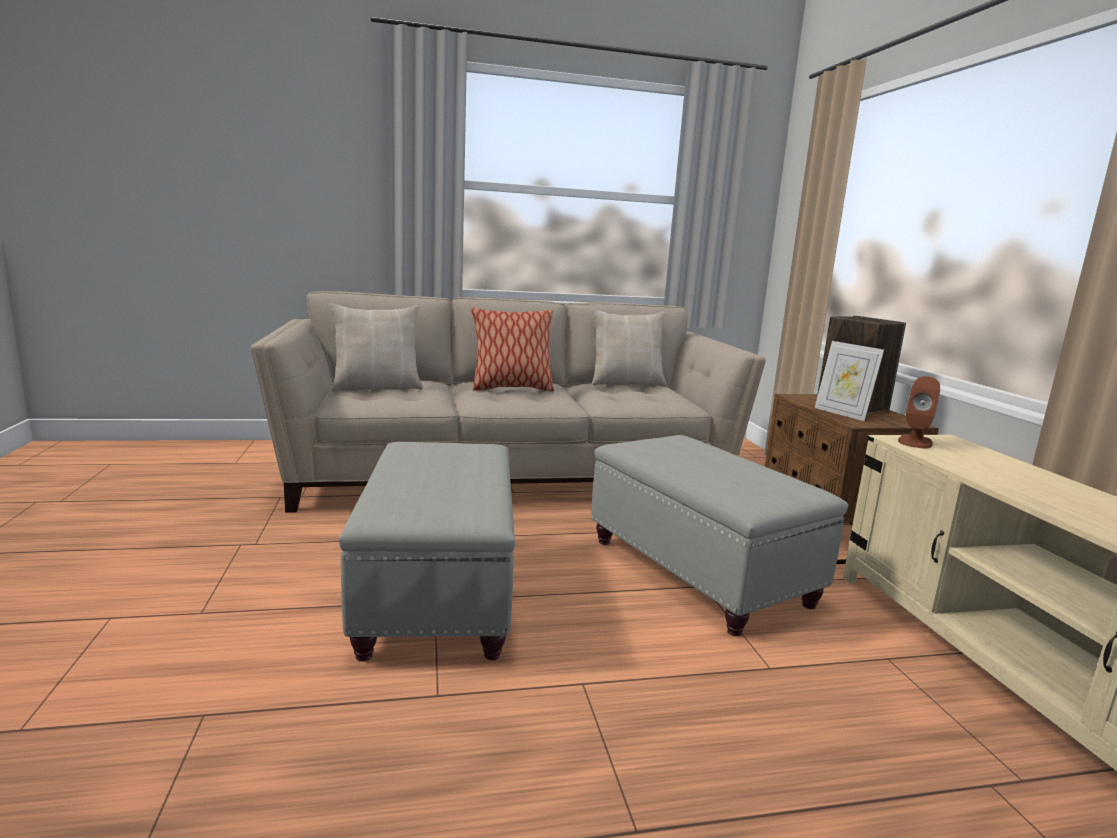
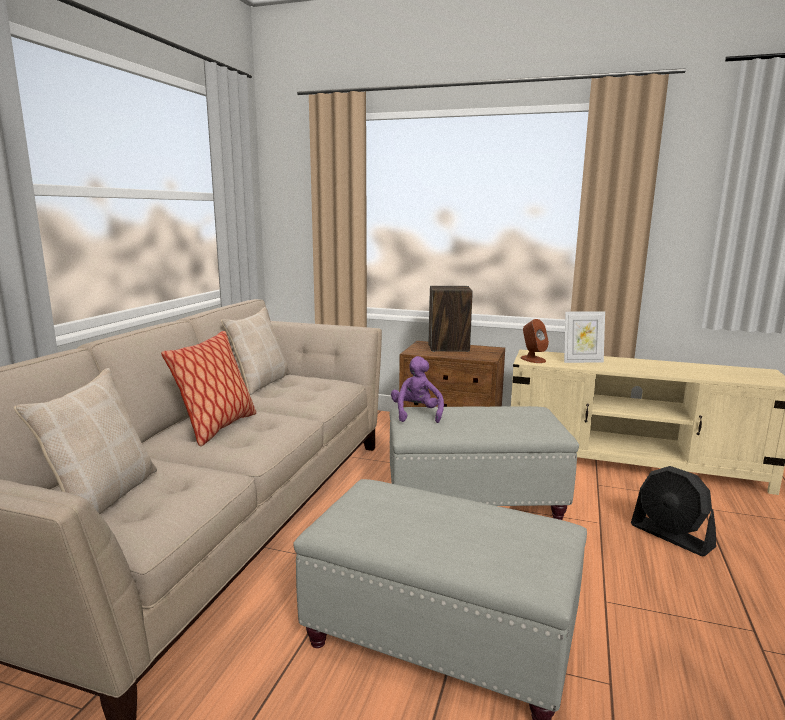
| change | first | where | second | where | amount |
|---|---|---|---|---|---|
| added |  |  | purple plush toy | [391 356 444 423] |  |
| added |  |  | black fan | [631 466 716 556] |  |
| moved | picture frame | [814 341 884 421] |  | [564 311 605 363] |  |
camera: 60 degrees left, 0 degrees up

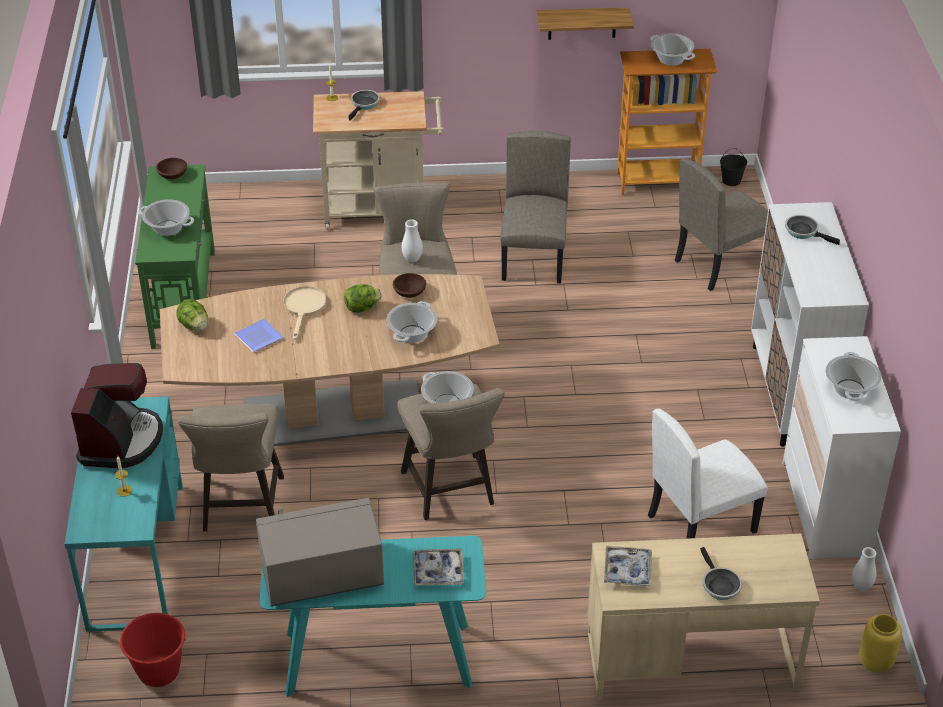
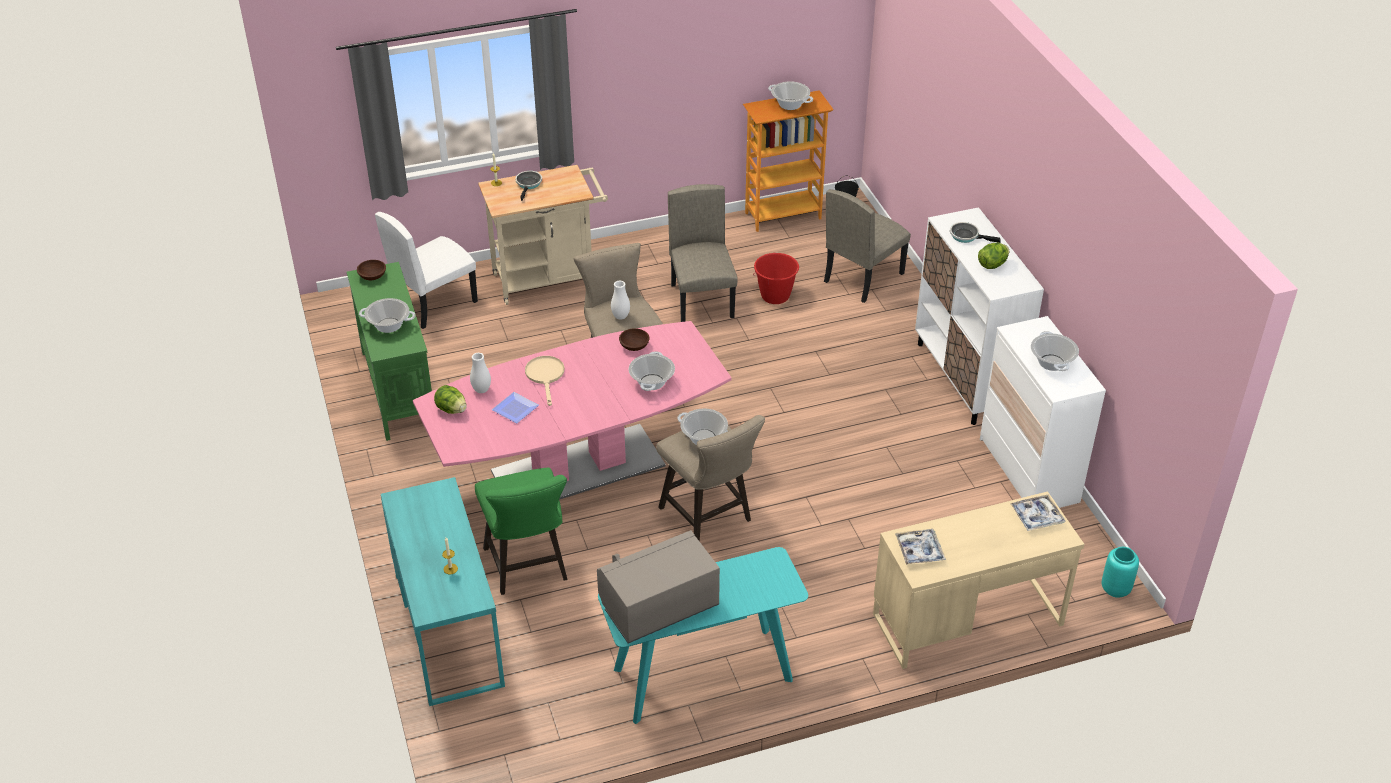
| change | first | where | second | where | amount |
|---|---|---|---|---|---|
| removed | coffee machine | [71 363 163 468] |  |  |  |
| removed | shelf | [537 7 634 40] |  |  |  |
| removed | frying pan | [700 547 742 600] |  |  |  |
| moved | red bucket | [119 613 188 687] |  | [753 253 799 304] |  |
| moved | lettuce | [344 284 382 313] |  | [978 243 1009 269] |  |
| moved | tray | [413 549 464 586] |  | [1010 495 1066 531] |  |
| moved | white chair | [648 409 768 539] |  | [375 212 478 329] |  |
| moved | white vase | [852 547 877 591] |  | [470 353 491 393] |  |
| recoloured | brown dining table | [160 274 499 446] | pink dining table | [413 321 732 500] |  |
| recoloured | beige stool | [178 404 284 531] | green stool | [475 468 567 595] |  |
| recoloured | yellow vase | [859 614 902 672] | turquoise vase | [1102 547 1139 598] |  |
camera: 15 degrees left, 0 degrees up

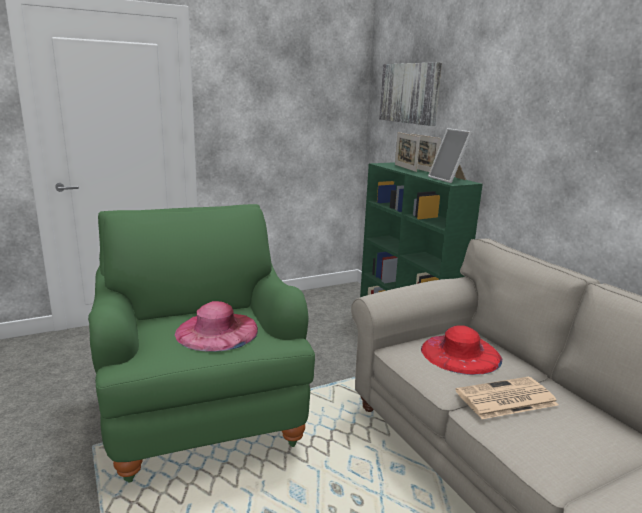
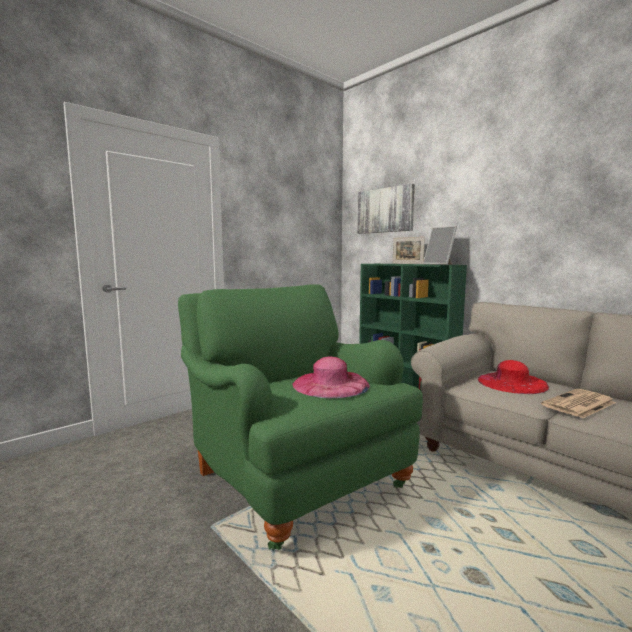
| change | first | where | second | where | amount |
|---|---|---|---|---|---|
| removed | picture frame | [395 132 420 172] |  |  |  |
camera: 15 degrees left, 10 degrees down

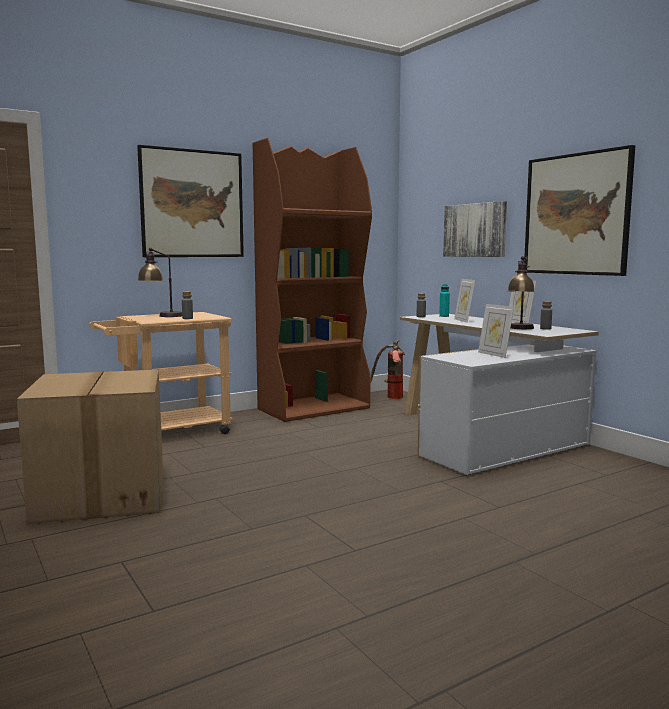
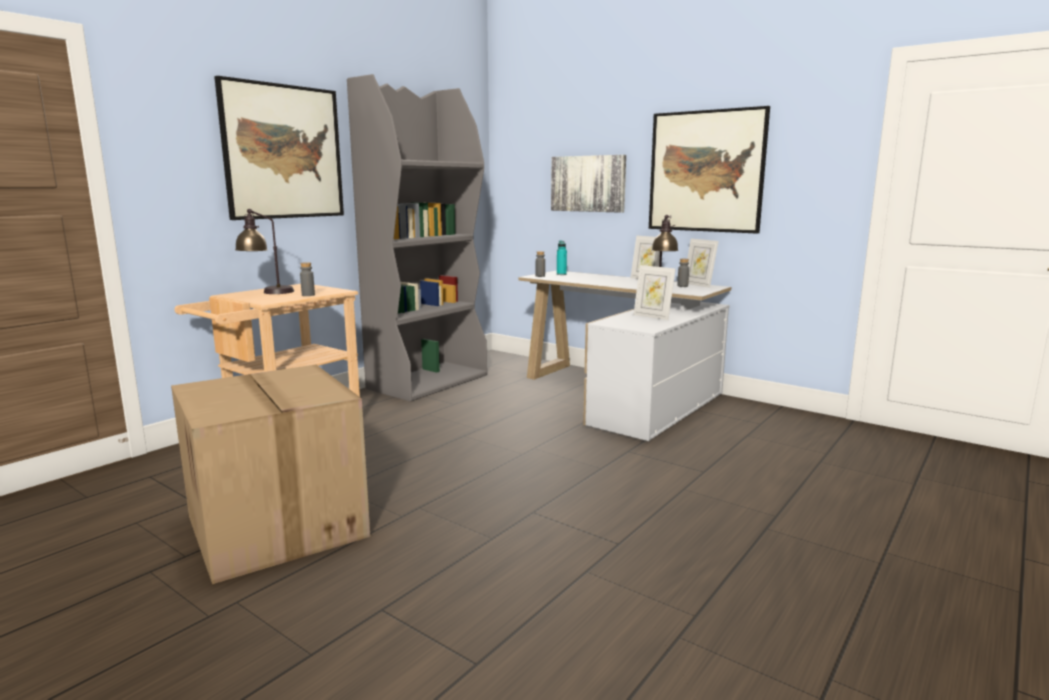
| change | first | where | second | where | amount |
|---|---|---|---|---|---|
| removed | fire extinguisher | [370 340 405 399] |  |  |  |
| moved | picture frame | [454 279 476 323] |  | [687 238 719 288] |  |
| recoloured | brown bookcase | [253 138 372 422] | grey bookcase | [347 74 487 402] |  |
camera: 20 degrees left, 5 degrees up

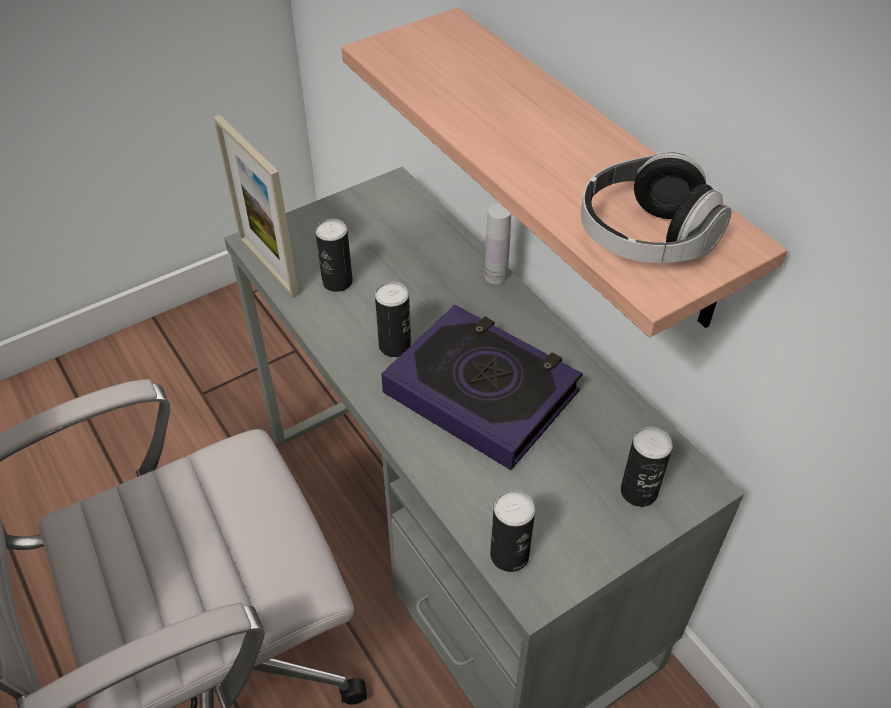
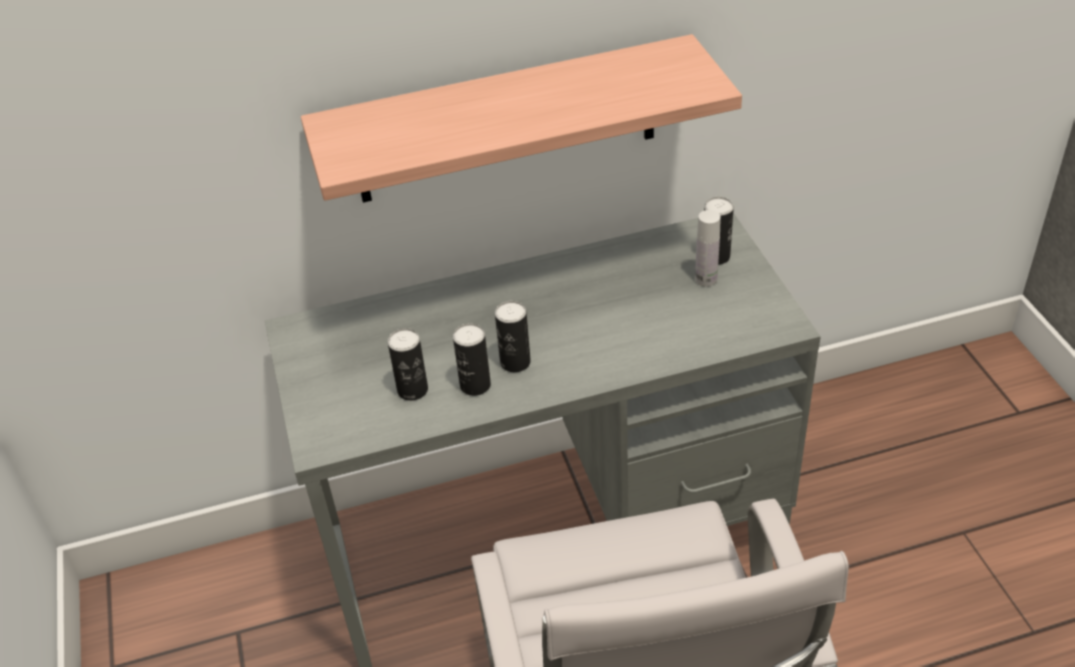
| change | first | where | second | where | amount |
|---|---|---|---|---|---|
| removed | picture frame | [213 115 299 297] |  |  |  |
| removed | book | [381 305 583 470] |  |  |  |
| removed | headphones | [581 151 731 263] |  |  |  |
| moved | white bottle | [485 204 511 284] |  | [695 210 721 287] |  |
| moved | can | [490 490 536 572] |  | [453 323 491 396] |  |
camera: 70 degrees left, 5 degrees down

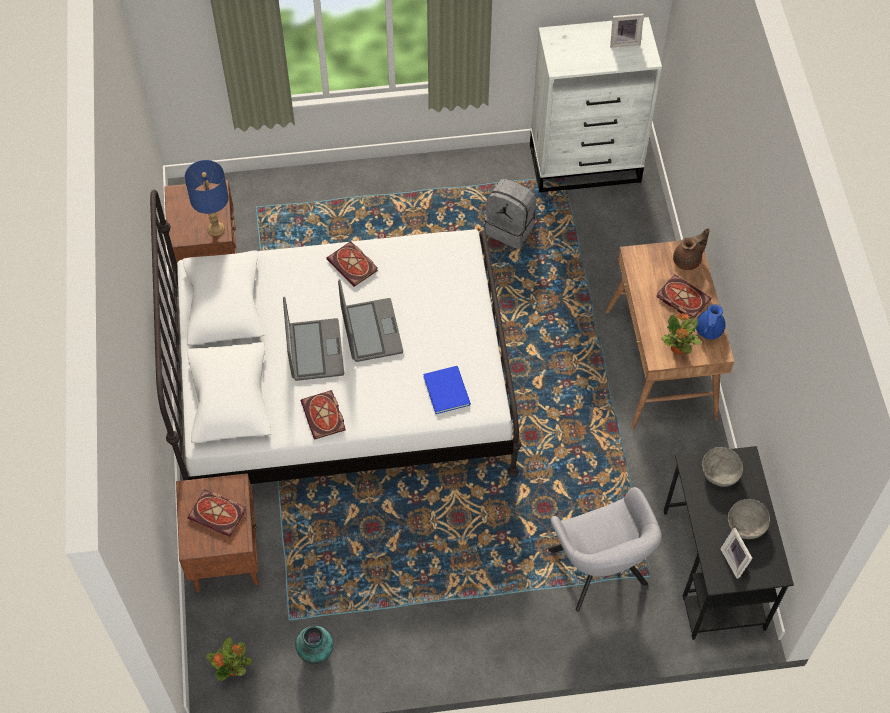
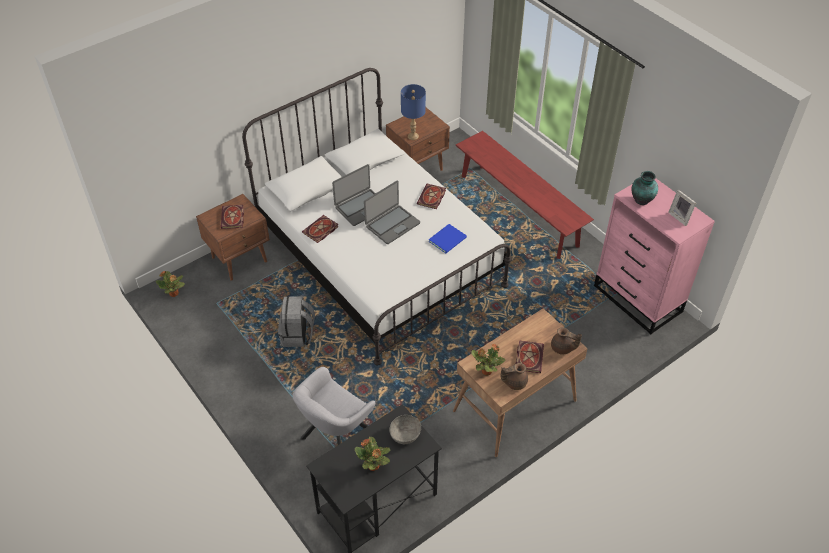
| change | first | where | second | where | amount |
|---|---|---|---|---|---|
| removed | picture frame | [720 528 753 579] |  |  |  |
| added |  |  | red bench | [456 131 594 259] |  |
| moved | vase | [295 626 333 664] |  | [632 171 658 205] |  |
| moved | blue book | [423 366 471 414] |  | [429 224 467 253] |  |
| moved | grey backpack | [485 179 536 249] |  | [278 296 315 347] |  |
| replaced | grey bowl | [728 499 770 539] | potted plant | [355 437 390 471] |  |
| recoloured | white dresser | [530 17 662 192] | pink dresser | [594 178 715 334] |  |
| recoloured | blue teapot | [696 304 725 339] | brown teapot | [500 363 528 390] |  |
camera: 60 degrees right, 10 degrees down

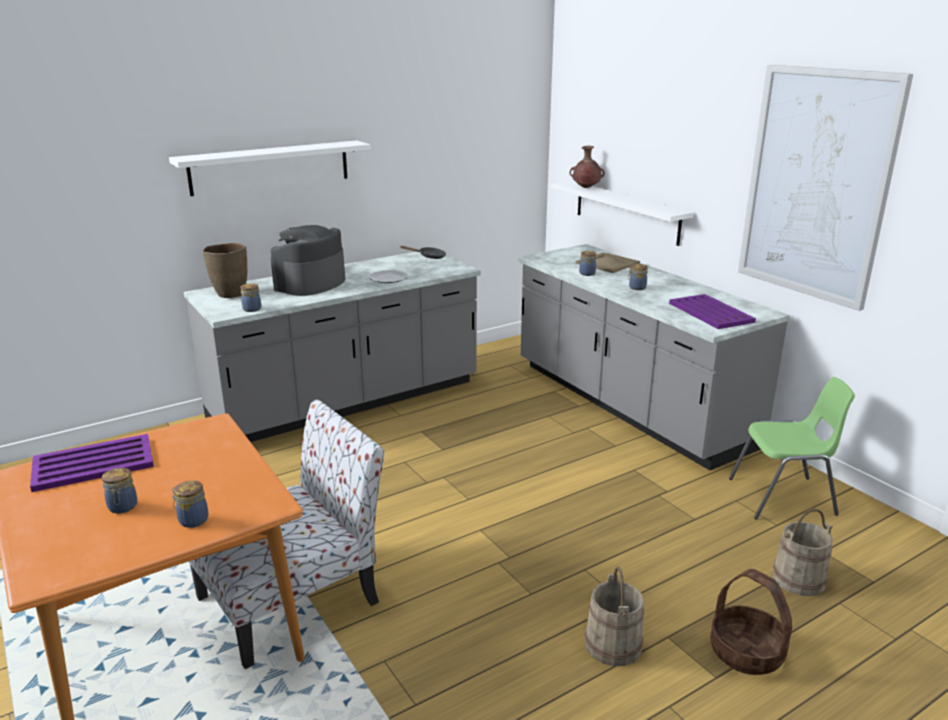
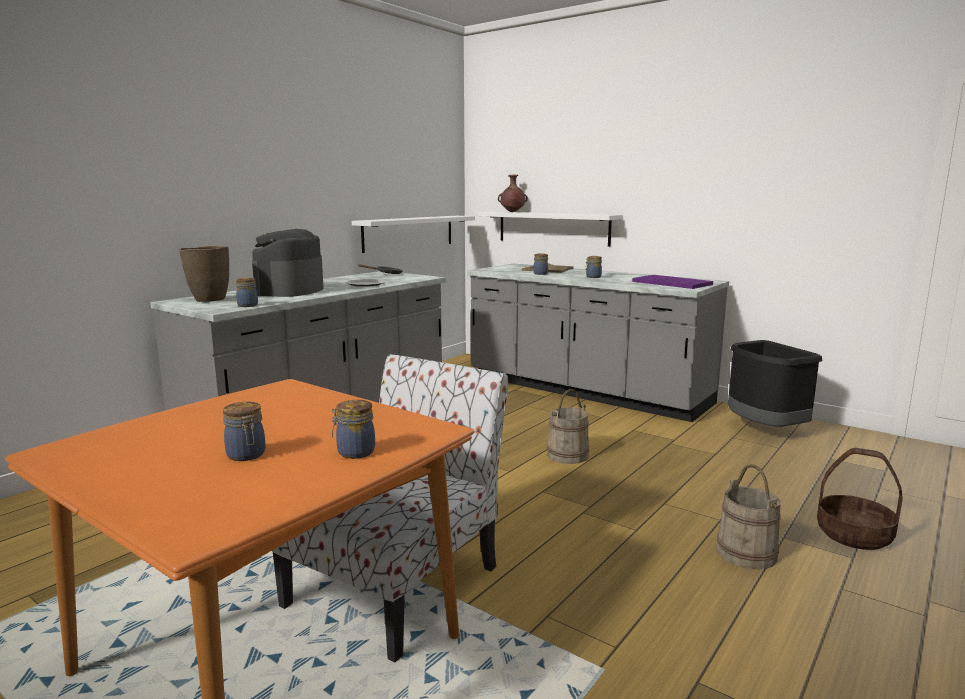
| change | first | where | second | where | amount |
|---|---|---|---|---|---|
| removed | purple tray | [30 434 154 492] |  |  |  |
| removed | picture | [738 65 913 311] |  |  |  |
| moved | white shelf | [169 140 371 196] |  | [352 216 475 253] |  |
| moved | beige bucket | [772 508 833 596] |  | [547 389 589 464] |  |
| replaced | green chair | [729 377 855 520] | black trash can | [728 340 822 427] |  |
camera: 20 degrees left, 10 degrees down

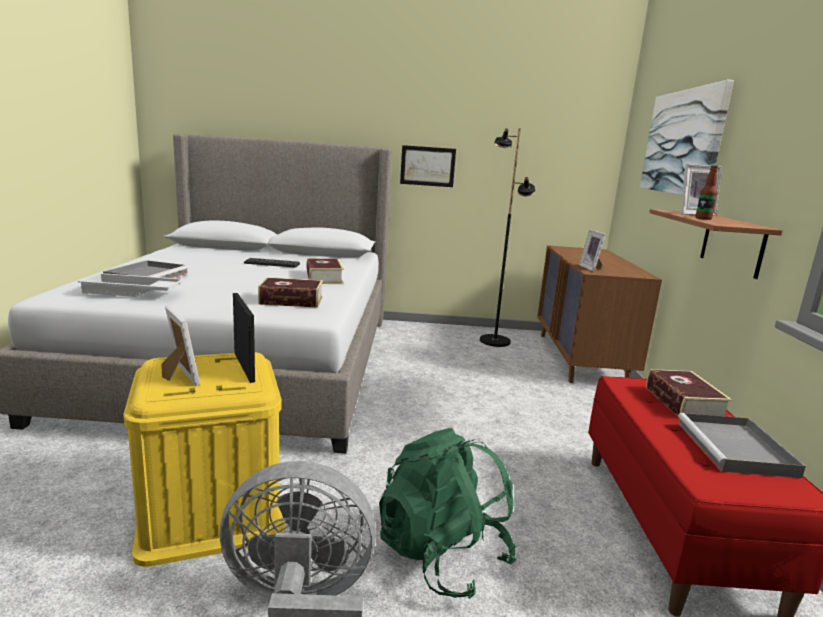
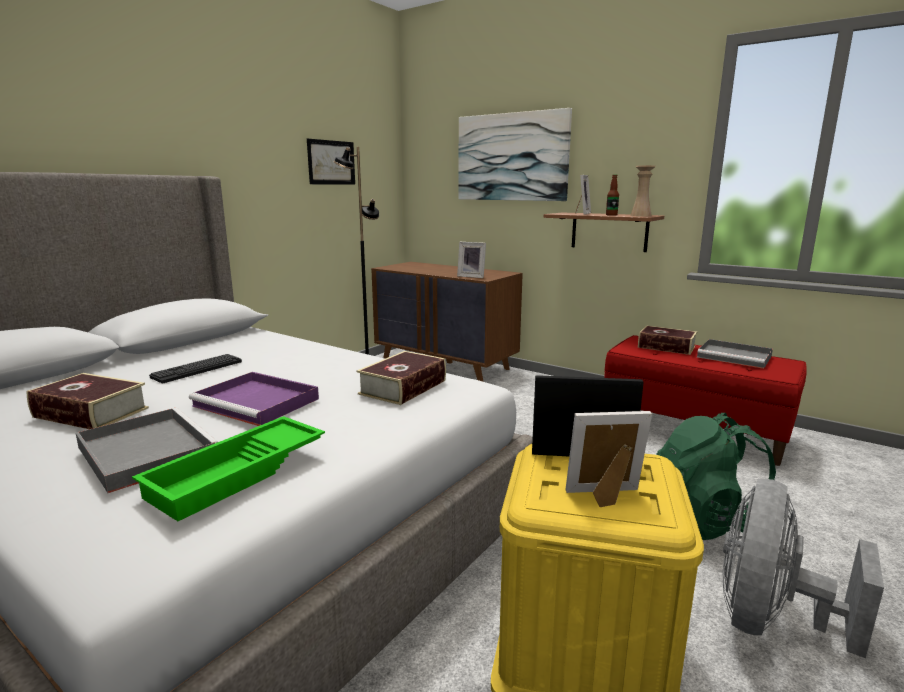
| change | first | where | second | where | amount |
|---|---|---|---|---|---|
| added |  |  | purple tray | [189 372 319 426] |  |
| added |  |  | beige vase | [630 165 655 217] |  |
| moved | book | [307 258 344 284] |  | [26 373 149 429] |  |
| moved | picture | [400 145 456 187] |  | [307 139 355 184] |  |
| recoloured | white tray | [78 273 185 297] | green tray | [132 416 325 521] |  |
camera: 55 degrees left, 0 degrees up

